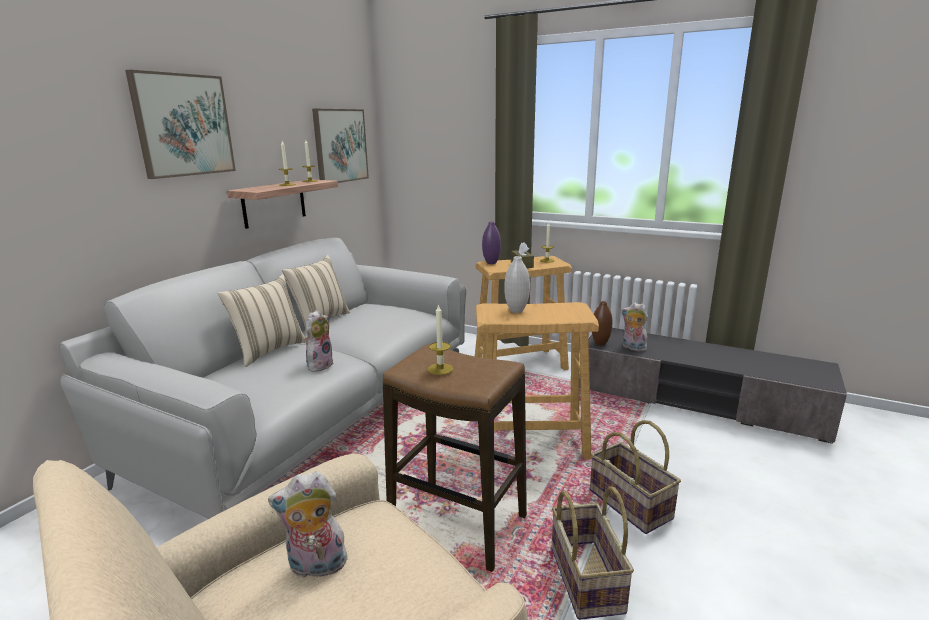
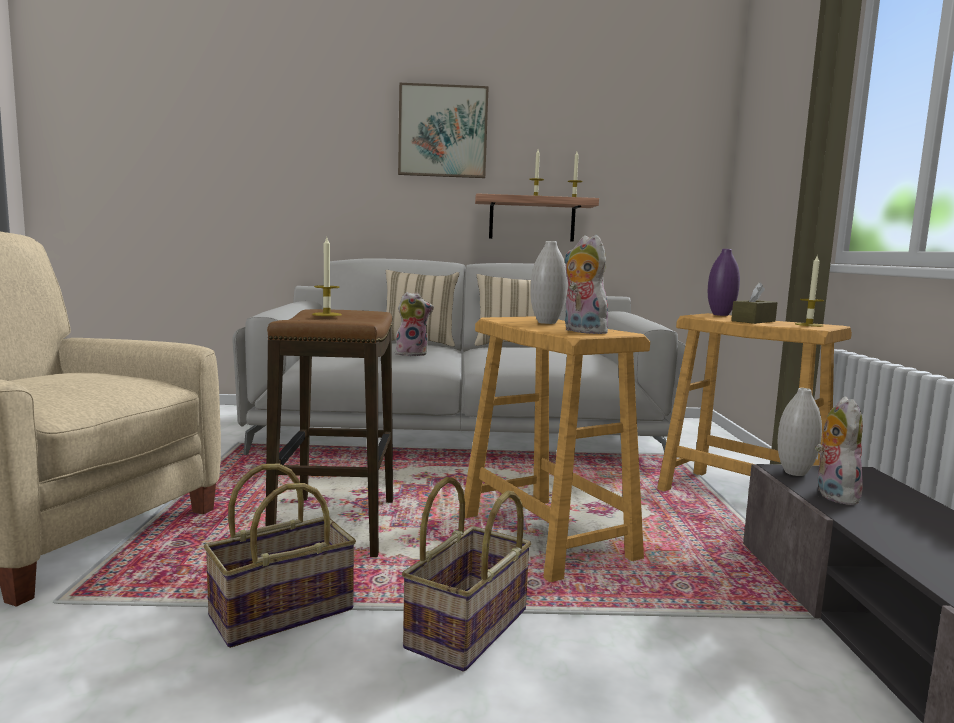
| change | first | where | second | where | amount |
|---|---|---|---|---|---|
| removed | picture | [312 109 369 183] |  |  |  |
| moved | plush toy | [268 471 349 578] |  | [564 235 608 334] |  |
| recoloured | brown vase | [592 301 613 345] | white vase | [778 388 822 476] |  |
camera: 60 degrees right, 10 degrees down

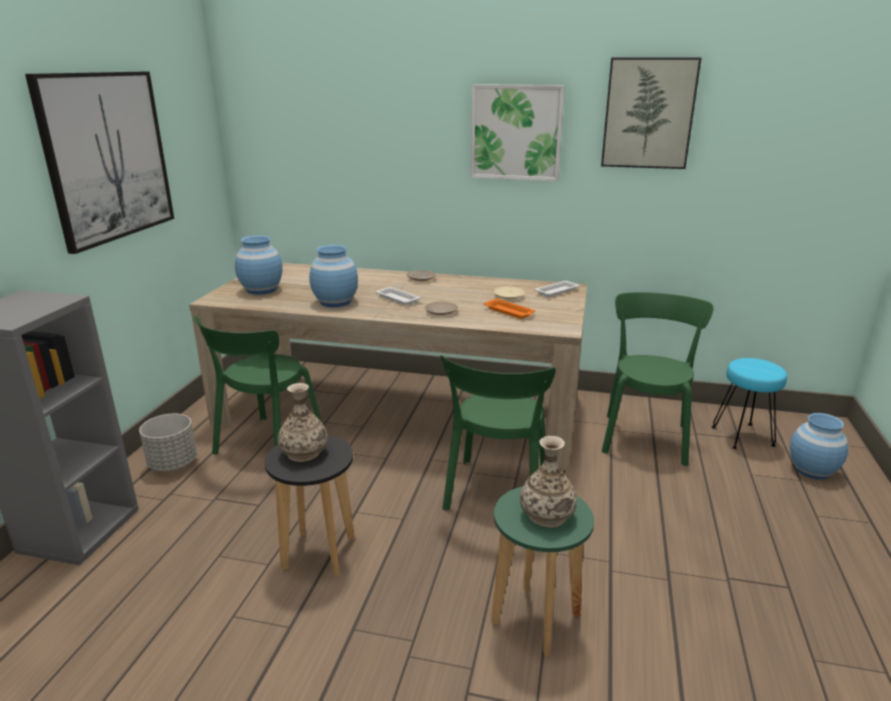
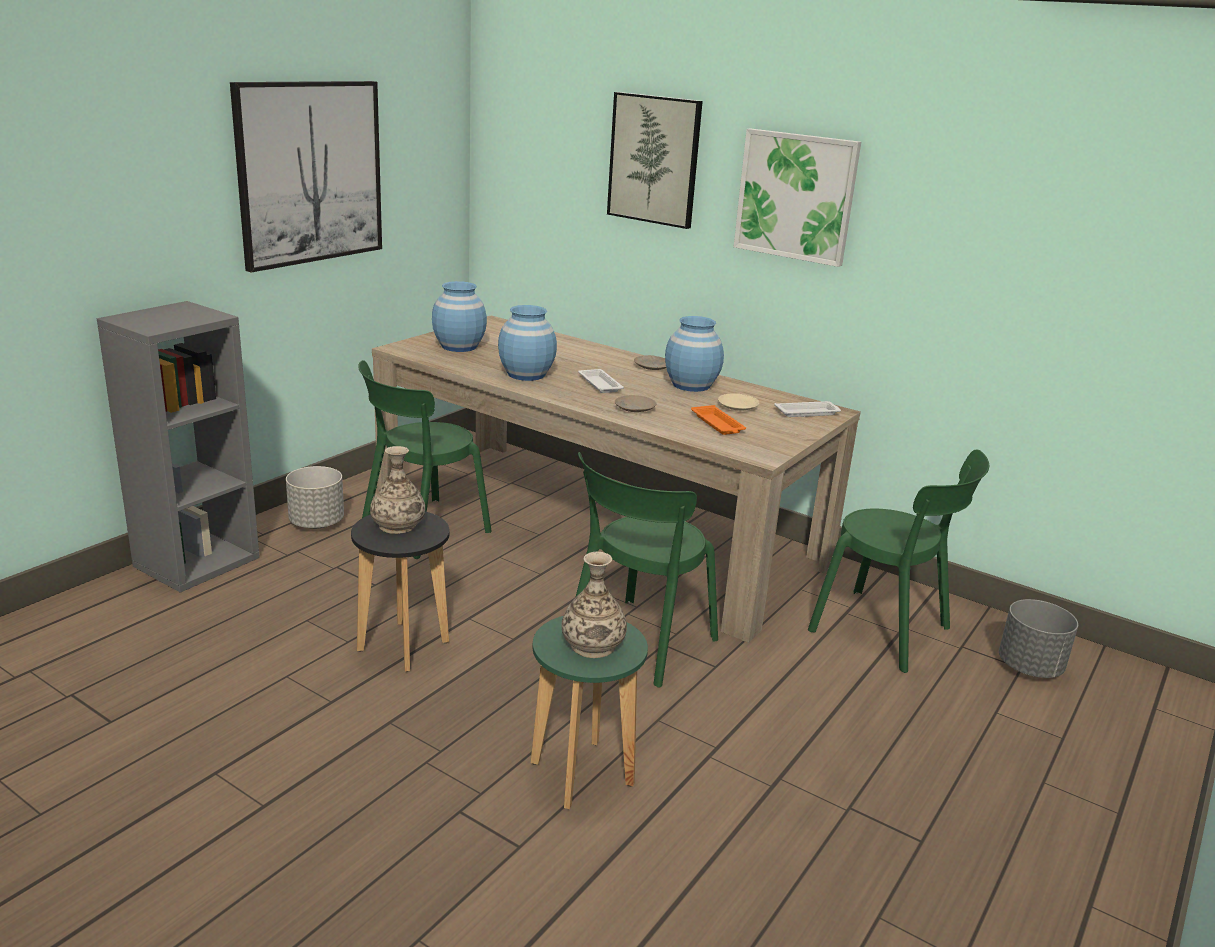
| change | first | where | second | where | amount |
|---|---|---|---|---|---|
| moved | picture | [601 57 702 169] |  | [607 92 703 229] |  |
| moved | blue vase | [790 413 848 479] |  | [665 316 724 392] |  |
| replaced | turquoise stool | [712 358 787 449] | grey planter | [999 599 1078 678] |  |
| turned | green chair | [602 292 714 466] |  | [808 449 989 673] | 90 degrees clockwise |
camera: 20 degrees right, 0 degrees up

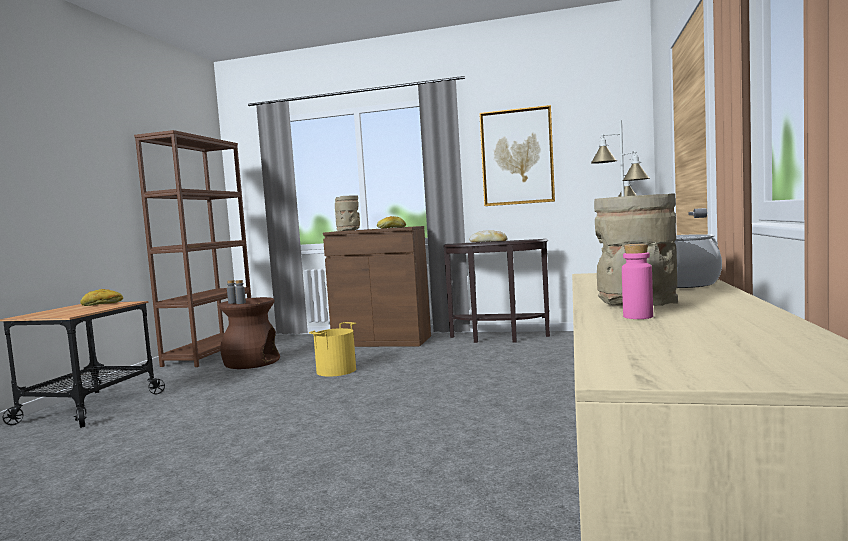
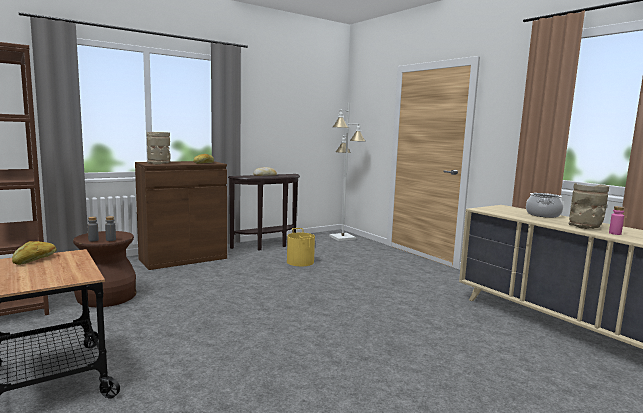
| change | first | where | second | where | amount |
|---|---|---|---|---|---|
| removed | picture | [479 105 555 206] |  |  |  |
| moved | yellow bucket | [309 322 356 377] |  | [287 228 315 266] |  |
camera: 50 degrees left, 5 degrees up

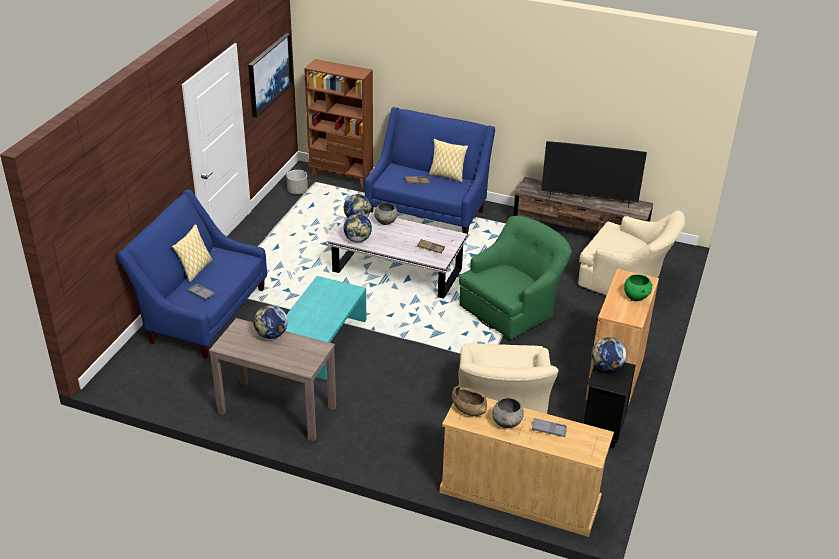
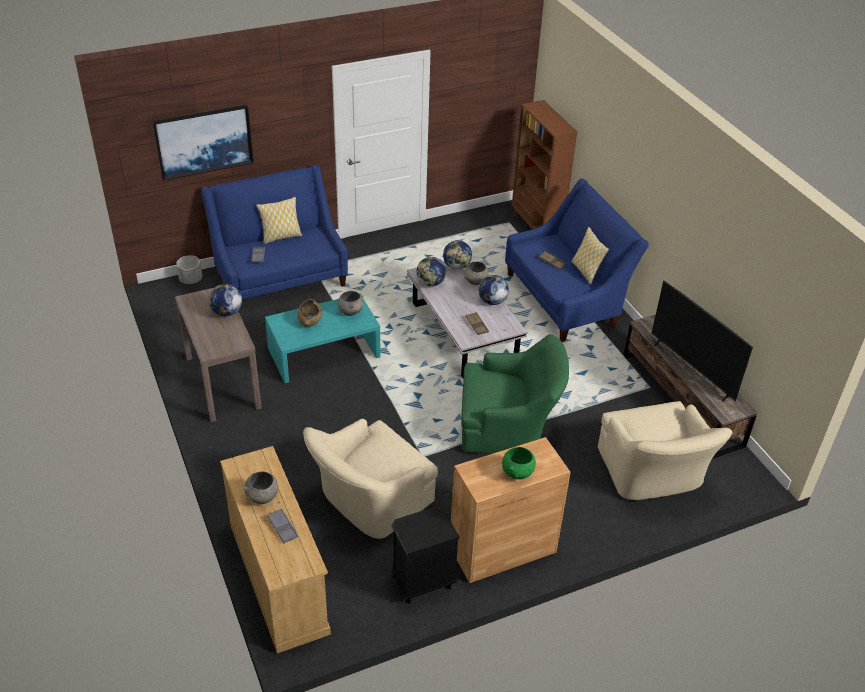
| change | first | where | second | where | amount |
|---|---|---|---|---|---|
| added |  |  | grey bowl | [338 291 364 316] |  |
| moved | picture | [248 33 293 117] |  | [152 105 254 181] |  |
| moved | grey planter | [286 170 308 194] |  | [176 255 202 284] |  |
| moved | brown bowl | [452 386 487 416] |  | [297 299 323 327] |  |
| moved | globe | [591 337 626 371] |  | [479 275 509 305] |  |
camera: 45 degrees right, 5 degrees up

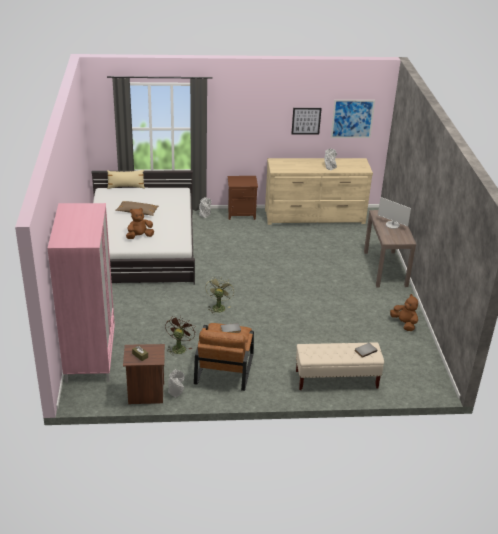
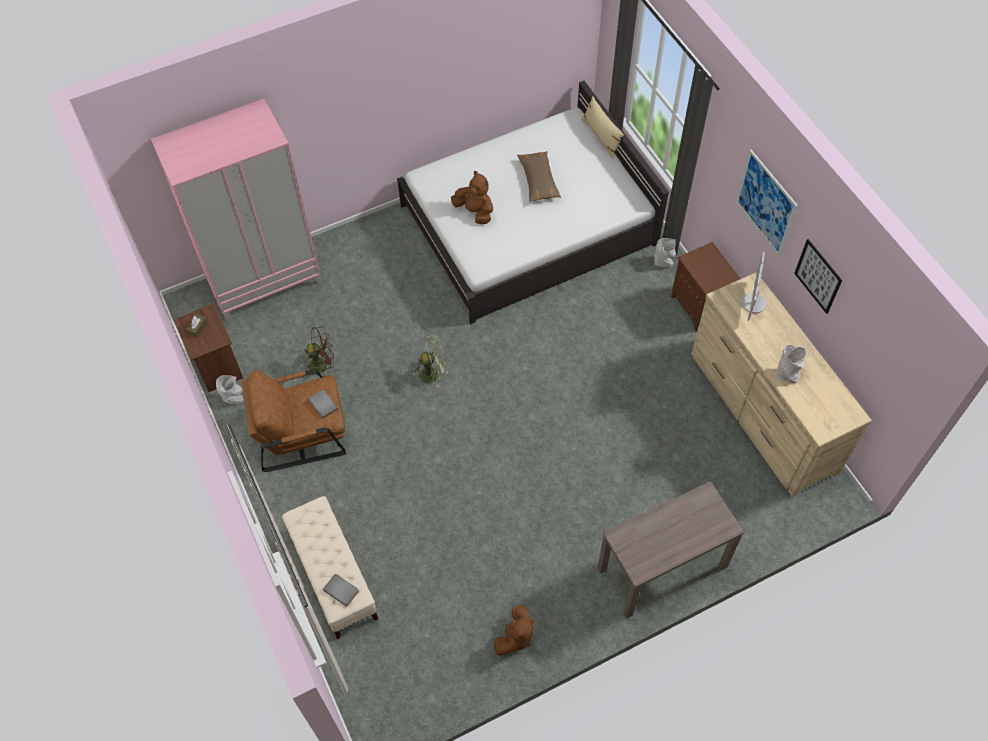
| change | first | where | second | where | amount |
|---|---|---|---|---|---|
| moved | picture | [331 100 375 138] |  | [736 150 798 256] |  |
| moved | monitor | [378 197 411 229] |  | [742 252 767 321] |  |
camera: 70 degrees right, 25 degrees up

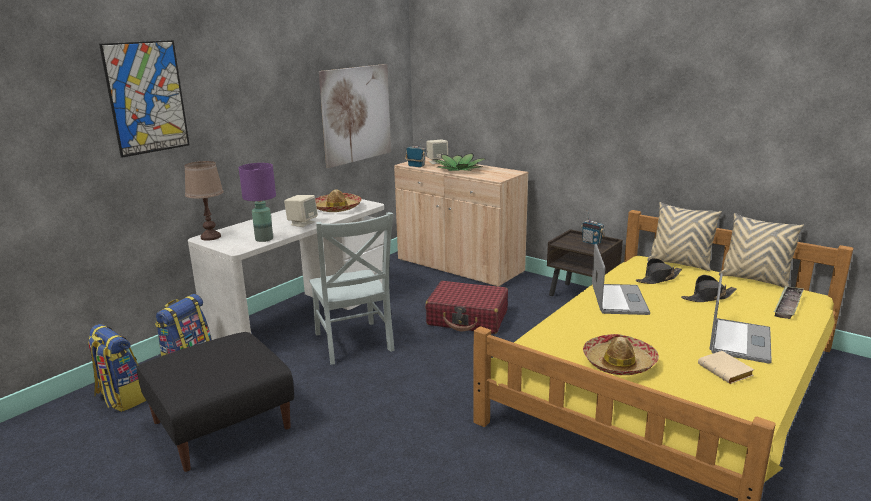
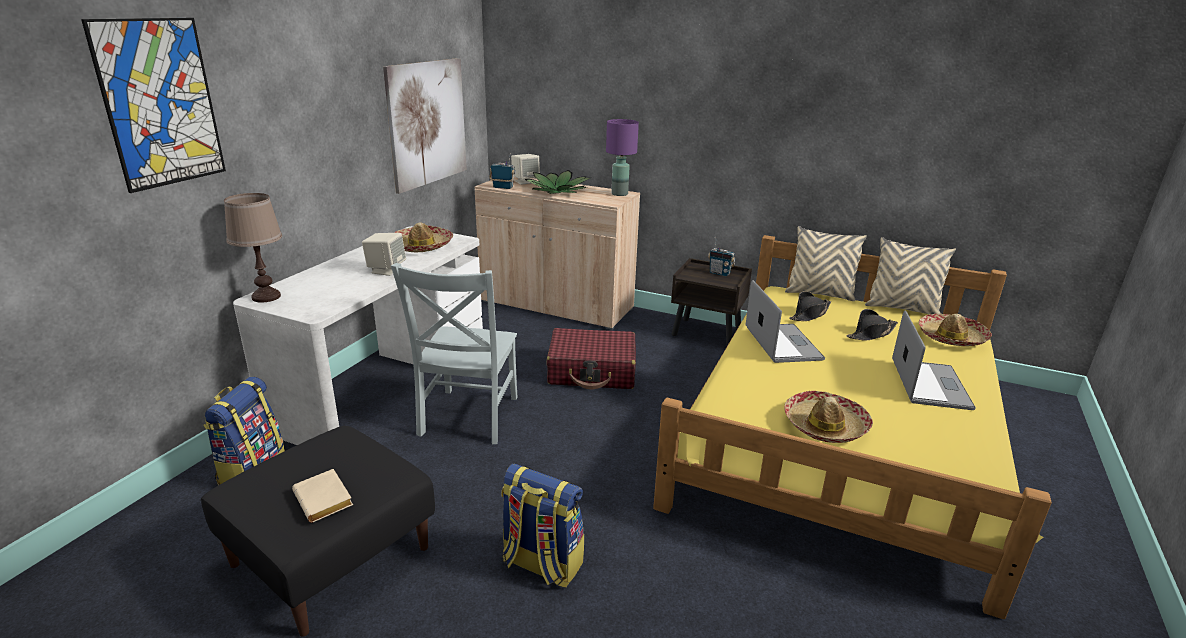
| change | first | where | second | where | amount |
|---|---|---|---|---|---|
| moved | backpack | [88 324 147 412] |  | [501 464 584 588] |  |
| moved | purple table lamp | [239 163 276 242] |  | [606 119 639 196] |  |
| moved | beige book | [698 351 754 384] |  | [292 469 353 523] |  |
| replaced | tray | [774 286 804 319] | hat | [919 313 992 346] |  |
| turned | grey chair | [309 212 394 365] |  | [391 263 518 444] | 45 degrees clockwise |
camera: 15 degrees left, 5 degrees up

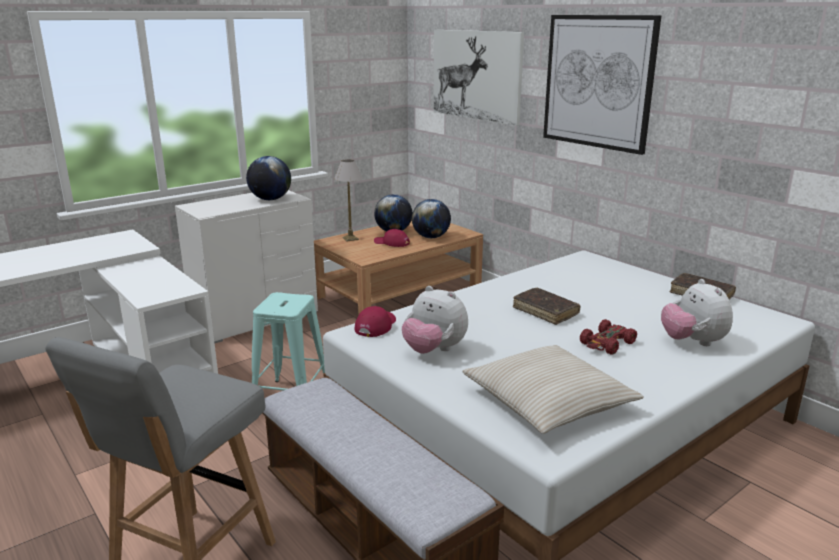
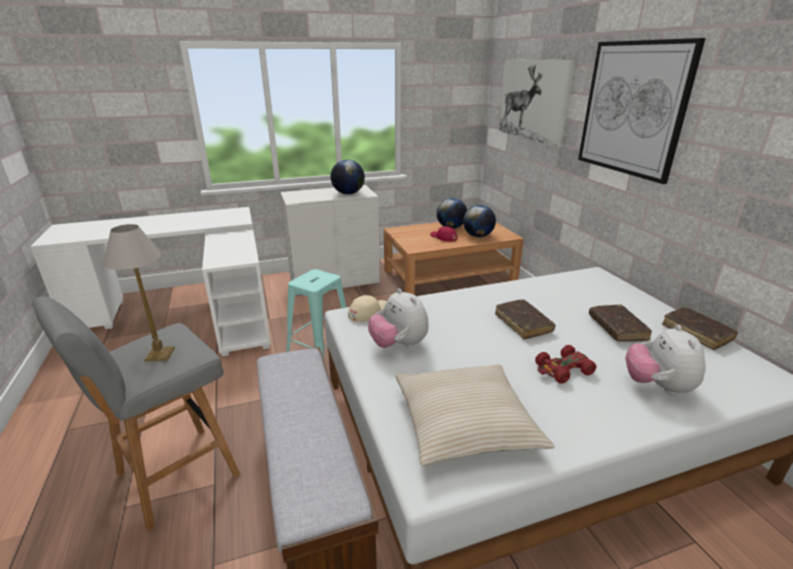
| change | first | where | second | where | amount |
|---|---|---|---|---|---|
| added |  |  | brown book | [589 305 652 342] |  |
| moved | table lamp | [334 159 363 241] |  | [104 224 175 362] |  |
| recoloured | red cap | [354 306 396 337] | beige cap | [348 295 387 322] |  |
camera: 20 degrees right, 5 degrees up

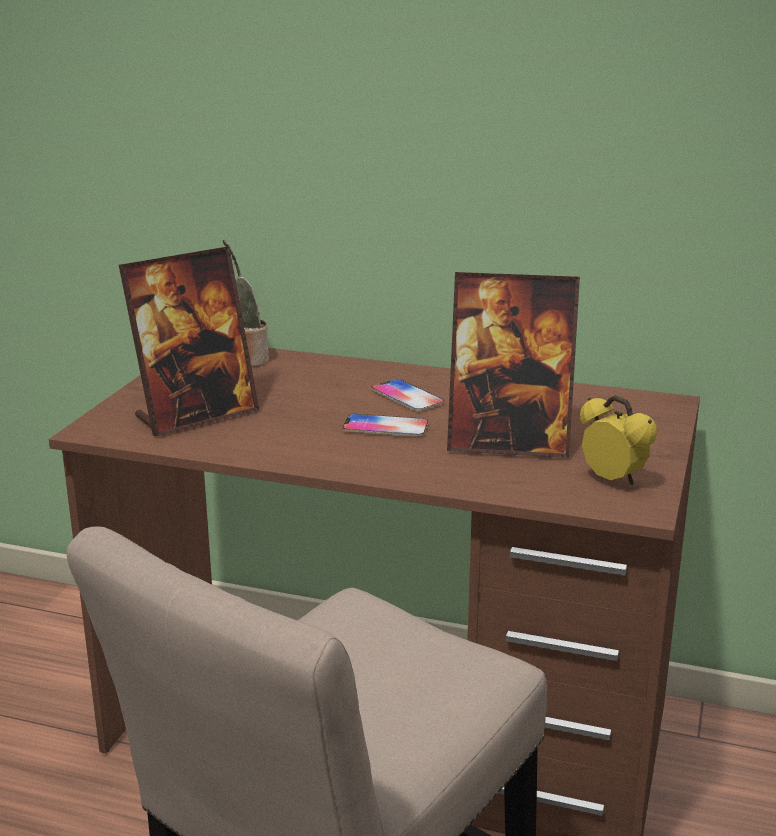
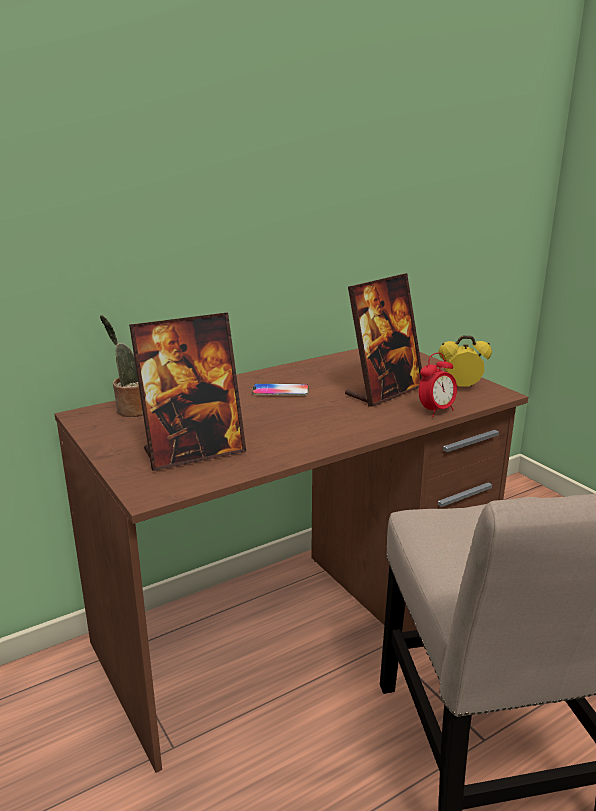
| change | first | where | second | where | amount |
|---|---|---|---|---|---|
| removed | phone | [343 414 428 437] |  |  |  |
| added |  |  | alarm clock | [419 353 457 417] |  |
| turned | picture frame | [119 246 259 436] |  | [129 312 246 471] | 60 degrees clockwise |
camera: 50 degrees left, 0 degrees up

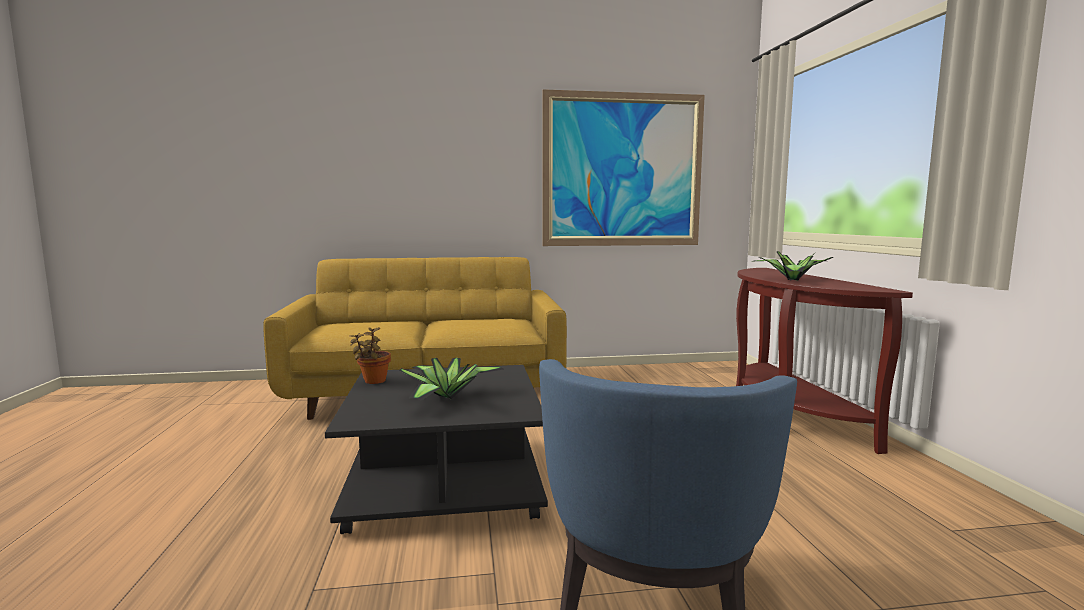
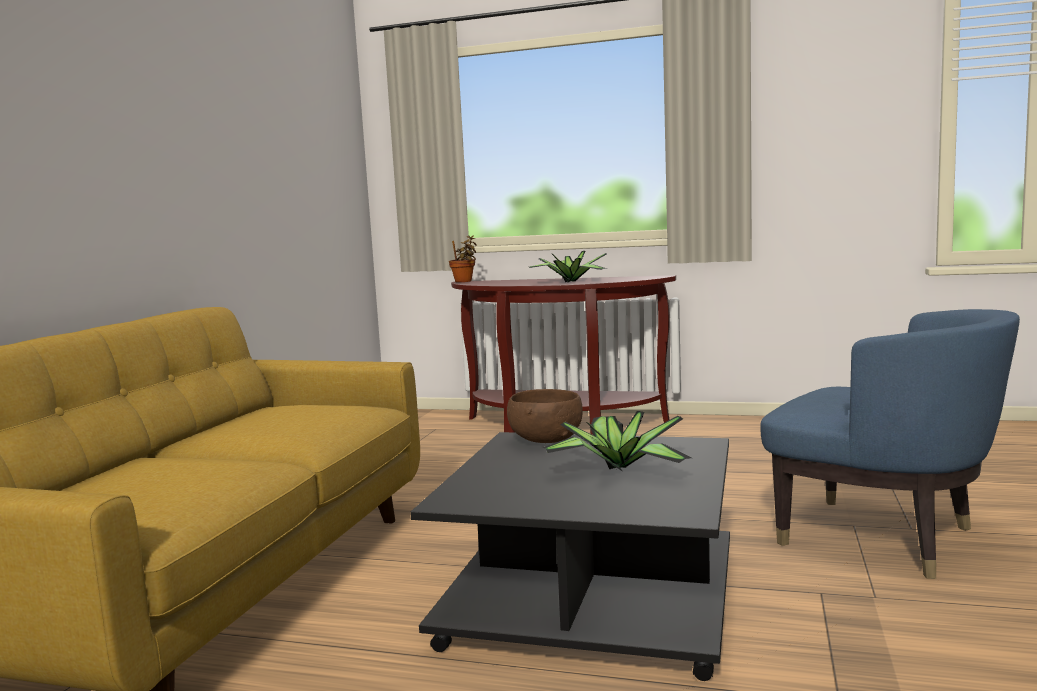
| change | first | where | second | where | amount |
|---|---|---|---|---|---|
| removed | picture | [542 89 705 246] |  |  |  |
| added |  |  | brown bowl | [507 389 583 443] |  |
| moved | potted plant | [350 327 391 384] |  | [449 235 477 282] |  |
camera: 65 degrees left, 0 degrees up

